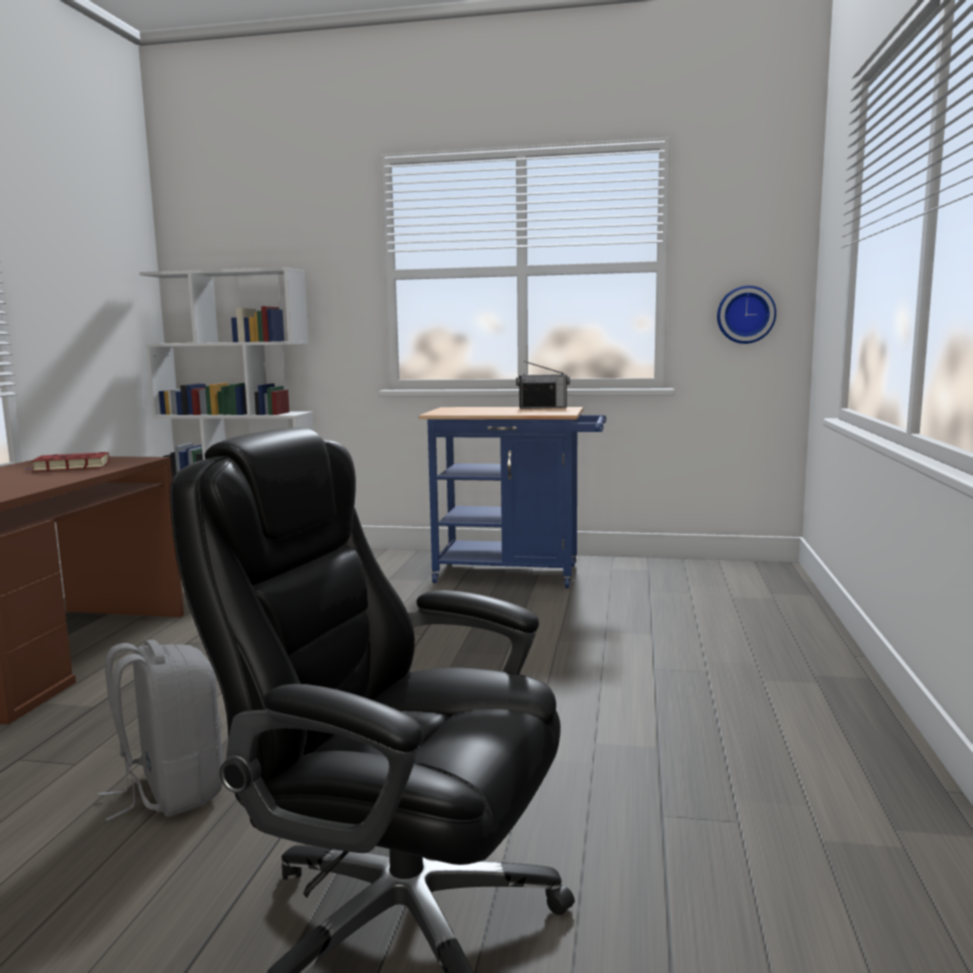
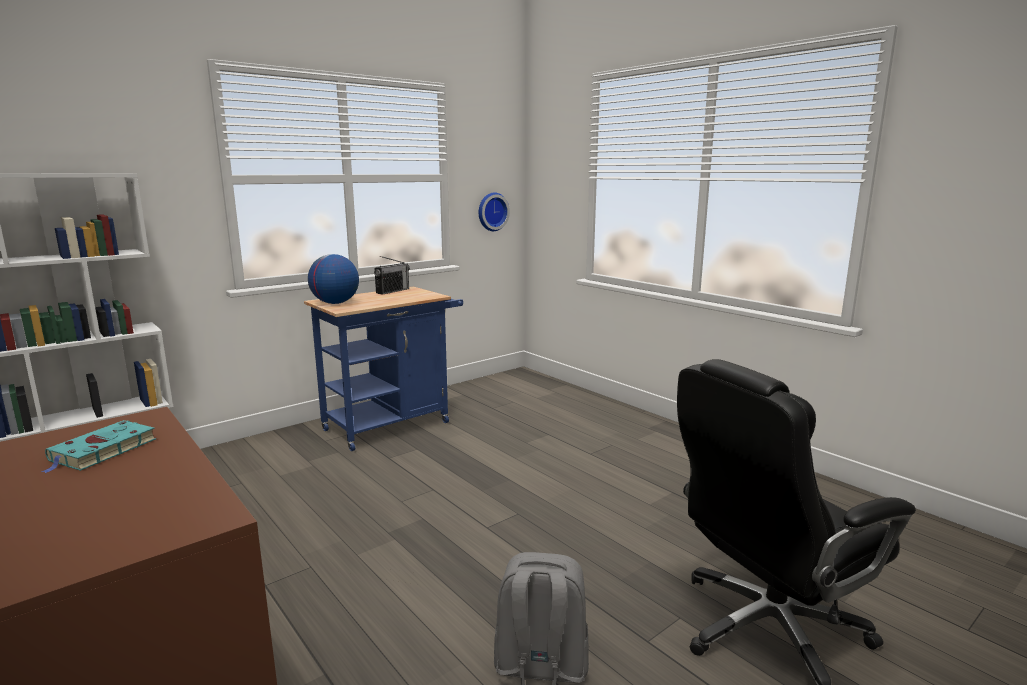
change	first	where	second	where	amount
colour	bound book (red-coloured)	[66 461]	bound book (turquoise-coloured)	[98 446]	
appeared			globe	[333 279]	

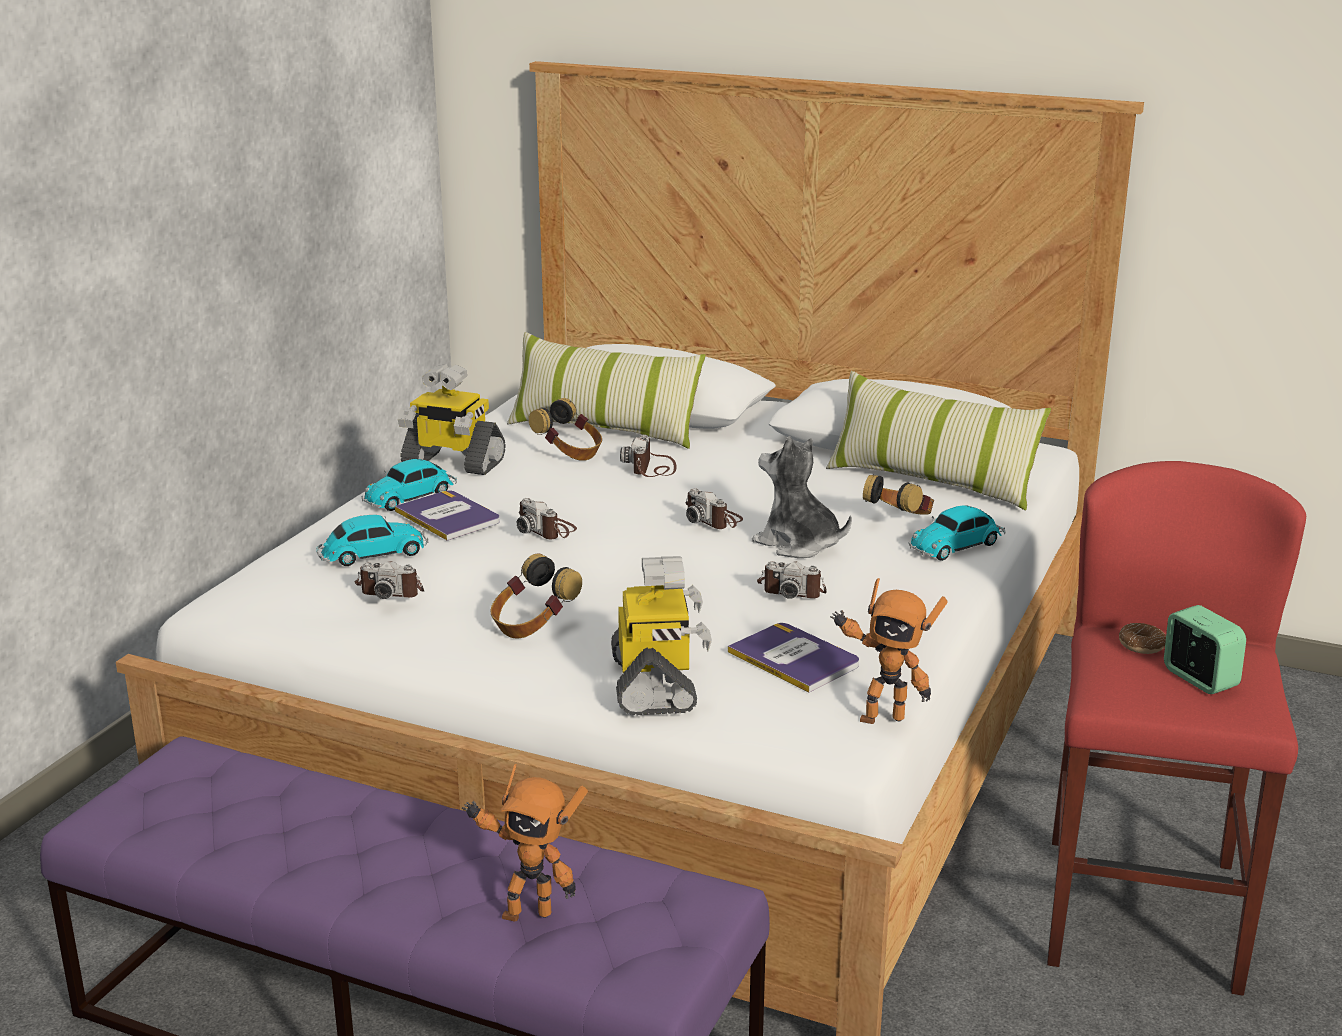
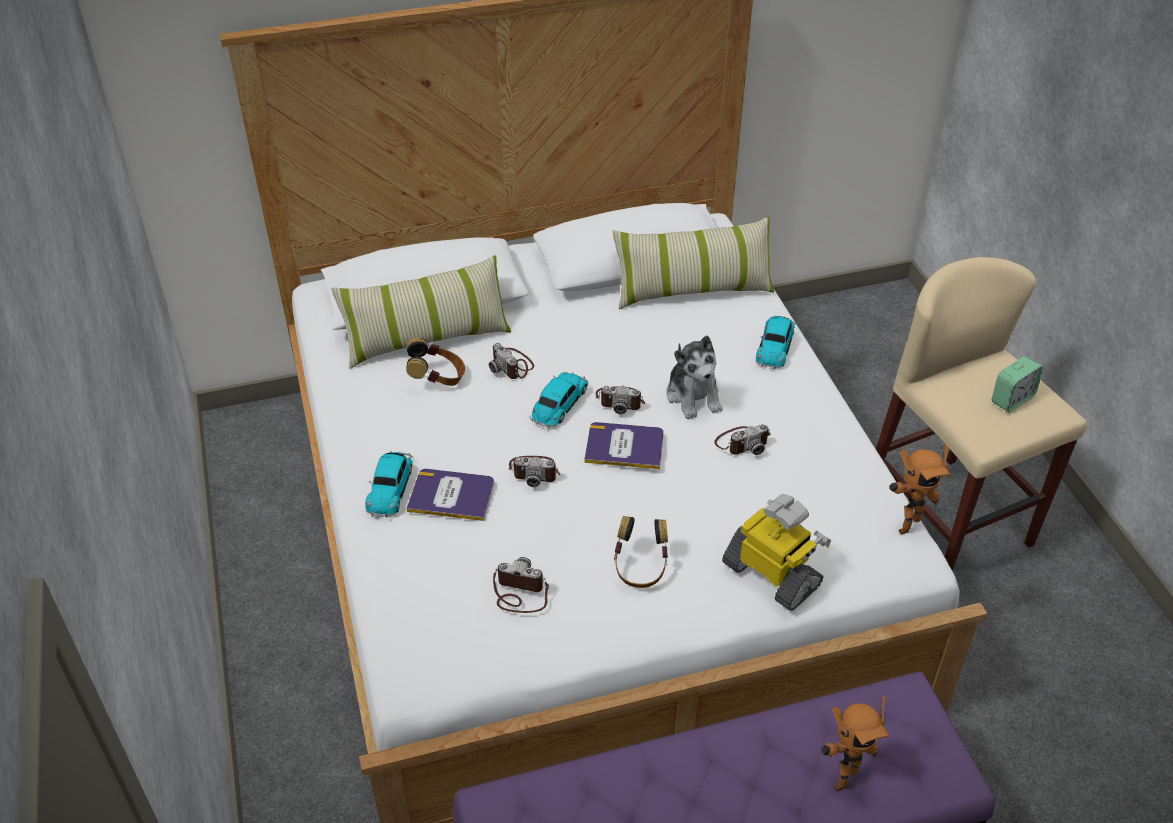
change	first	where	second	where	amount
missing	model robot	[451 419]			
spun	soft toy	[802 497]		[694 377]	105 degrees counterclockwise
colour	stool seat (red-coloured)	[1176 728]	stool seat (beige)	[981 414]	
missing	pair of headphones	[898 494]			
relocated	miniature car	[372 540]		[559 400]	
spun	photo camera	[389 580]		[521 585]	135 degrees counterclockwise
spun	alarm clock	[1205 649]		[1018 384]	120 degrees clockwise
relocated	bound book	[793 658]		[624 445]	
missing	donut	[1142 638]			

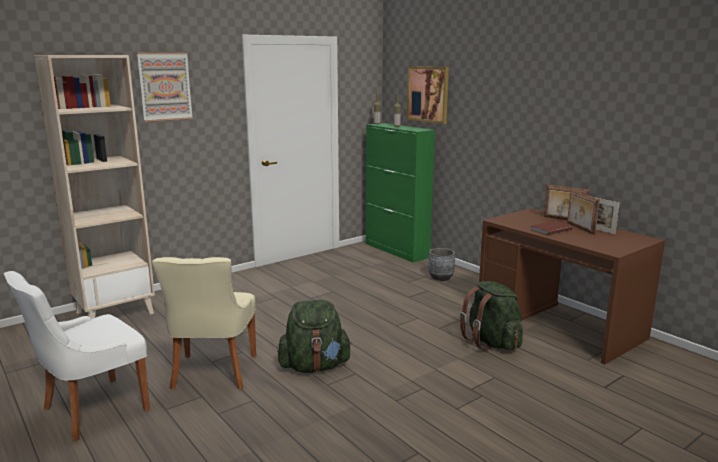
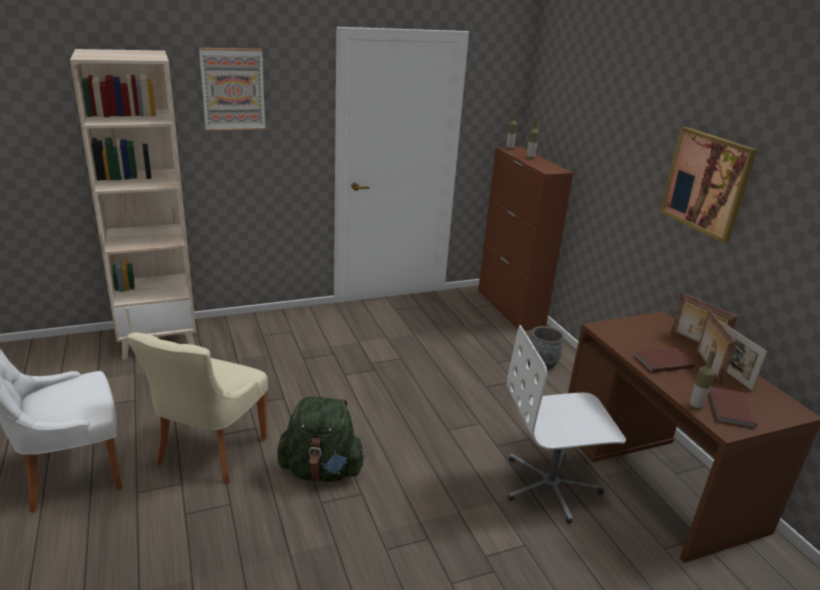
change	first	where	second	where	amount
relocated	picture	[428 95]		[708 185]	
colour	cabinet (green-coloured)	[400 193]	cabinet (brownish)	[525 239]	
exchanged	knapsack (green-coloured)	[491 316]	desk chair (whitish)	[566 424]	
appeared			drink bottle	[702 380]	
appeared			bound book (brownish)	[733 408]	

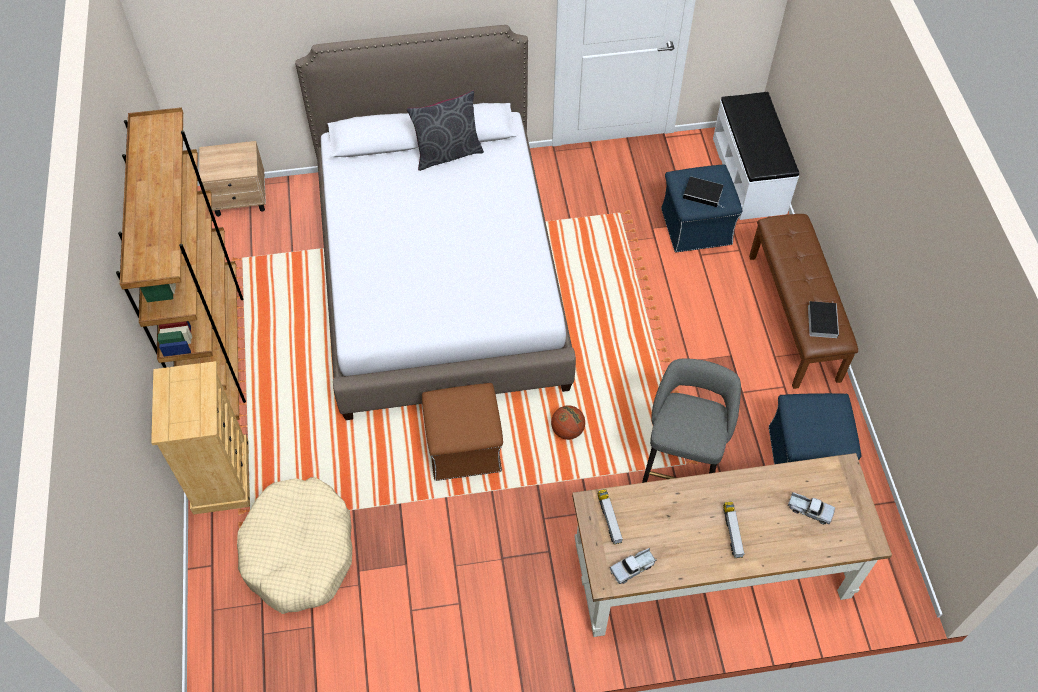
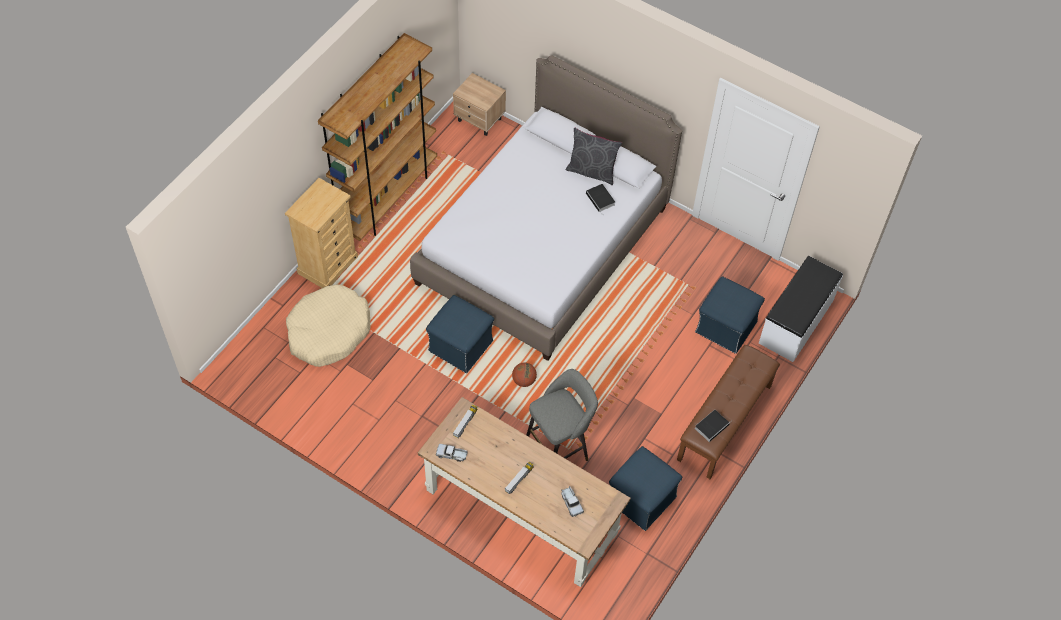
change	first	where	second	where	amount
relocated	bound book	[703 192]		[600 199]	
colour	pouffe (brownish)	[462 432]	pouffe (bluish)	[460 334]	

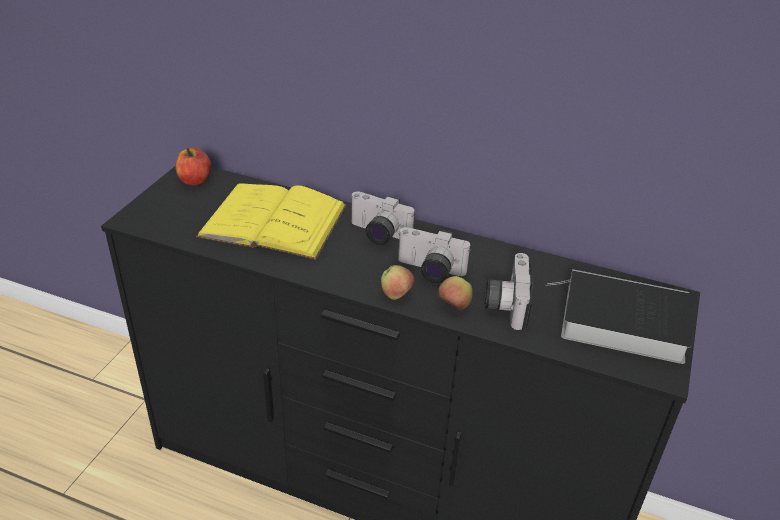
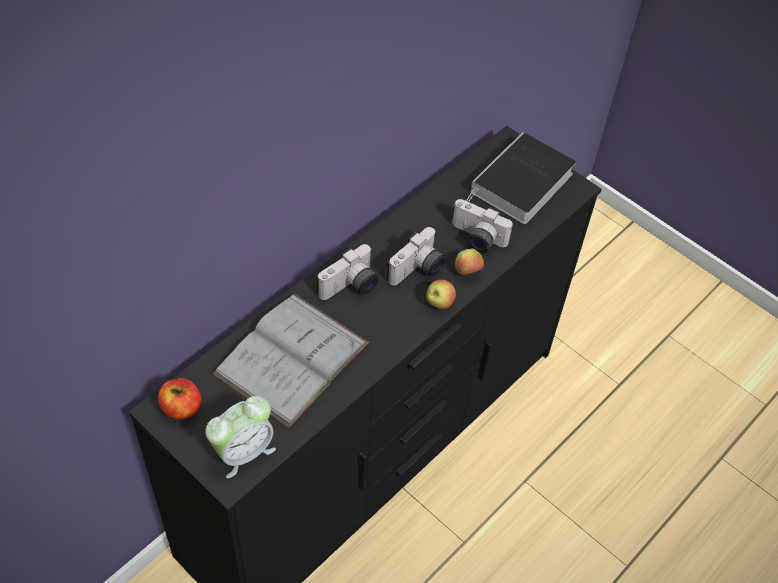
change	first	where	second	where	amount
colour	bound book (yellow-coloured)	[271 221]	bound book (gray)	[291 361]	
appeared			alarm clock	[240 437]	

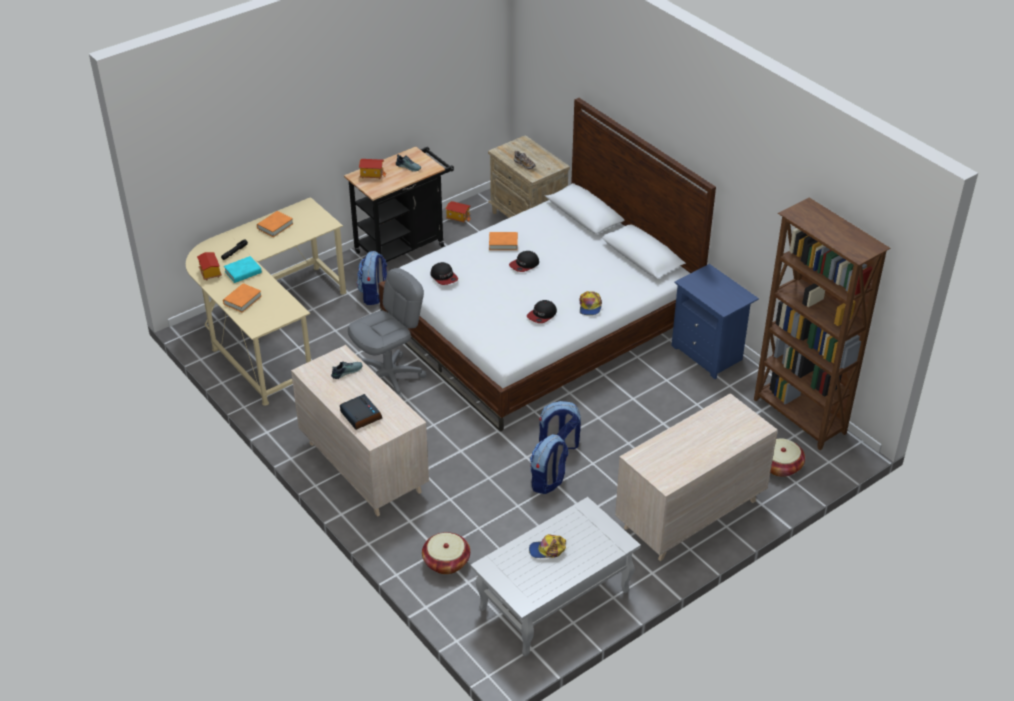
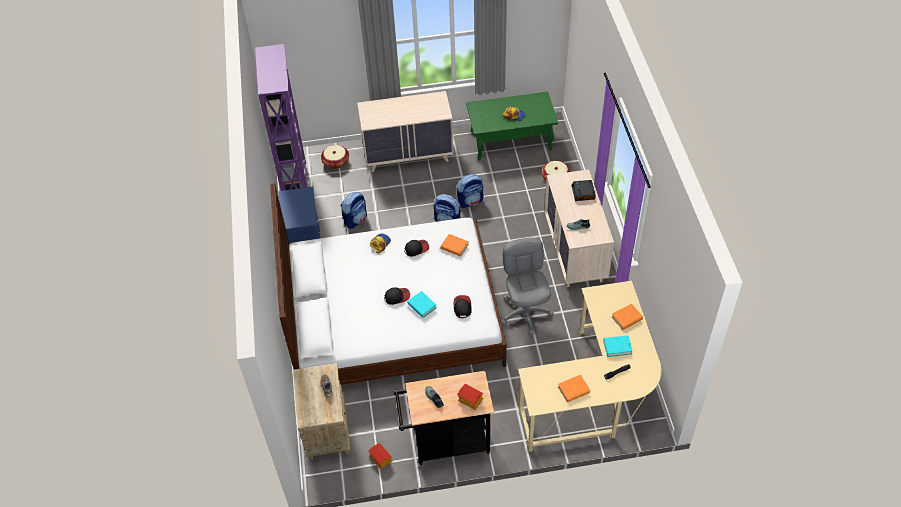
change	first	where	second	where	amount
colour	shelving unit (brownish)	[822 324]	shelving unit (purple)	[281 117]	
relocated	bound book (orange-coloured)	[503 241]		[455 245]	
relocated	knapsack	[372 278]		[354 210]	
missing	model house	[209 266]			
spun	desk chair (gray)	[387 333]		[527 286]	90 degrees clockwise
colour	low table (whitish)	[556 576]	low table (green-coloured)	[512 125]	
appeared			bound book (turquoise-coloured)	[421 304]	

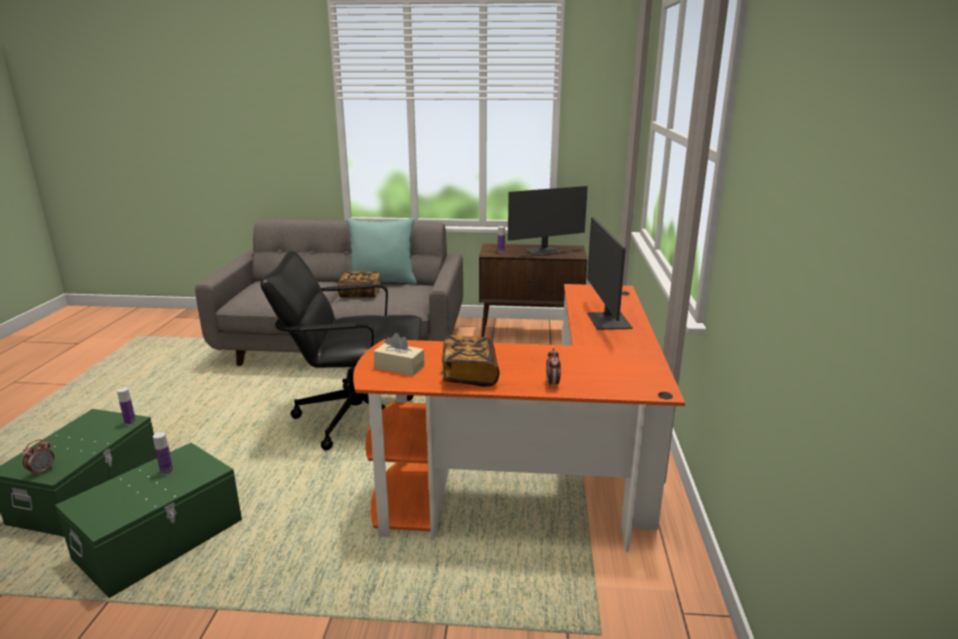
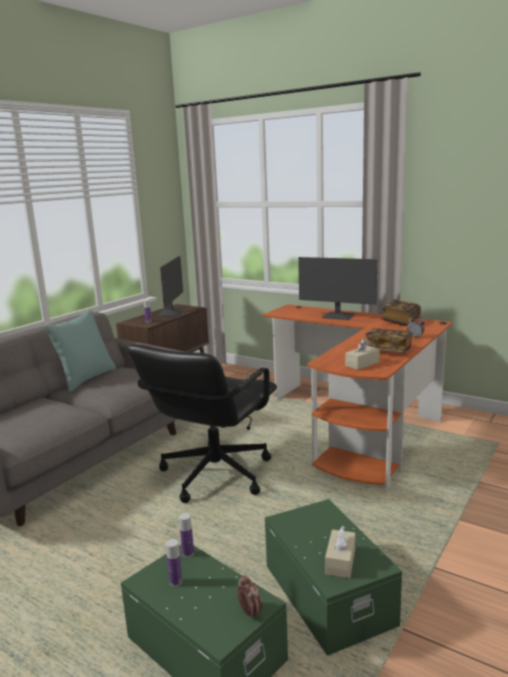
change	first	where	second	where	amount
relocated	bound book	[359 285]		[401 313]	
relocated	drink bottle	[163 453]		[174 562]	
appeared			box of tissues (beige)	[340 552]	

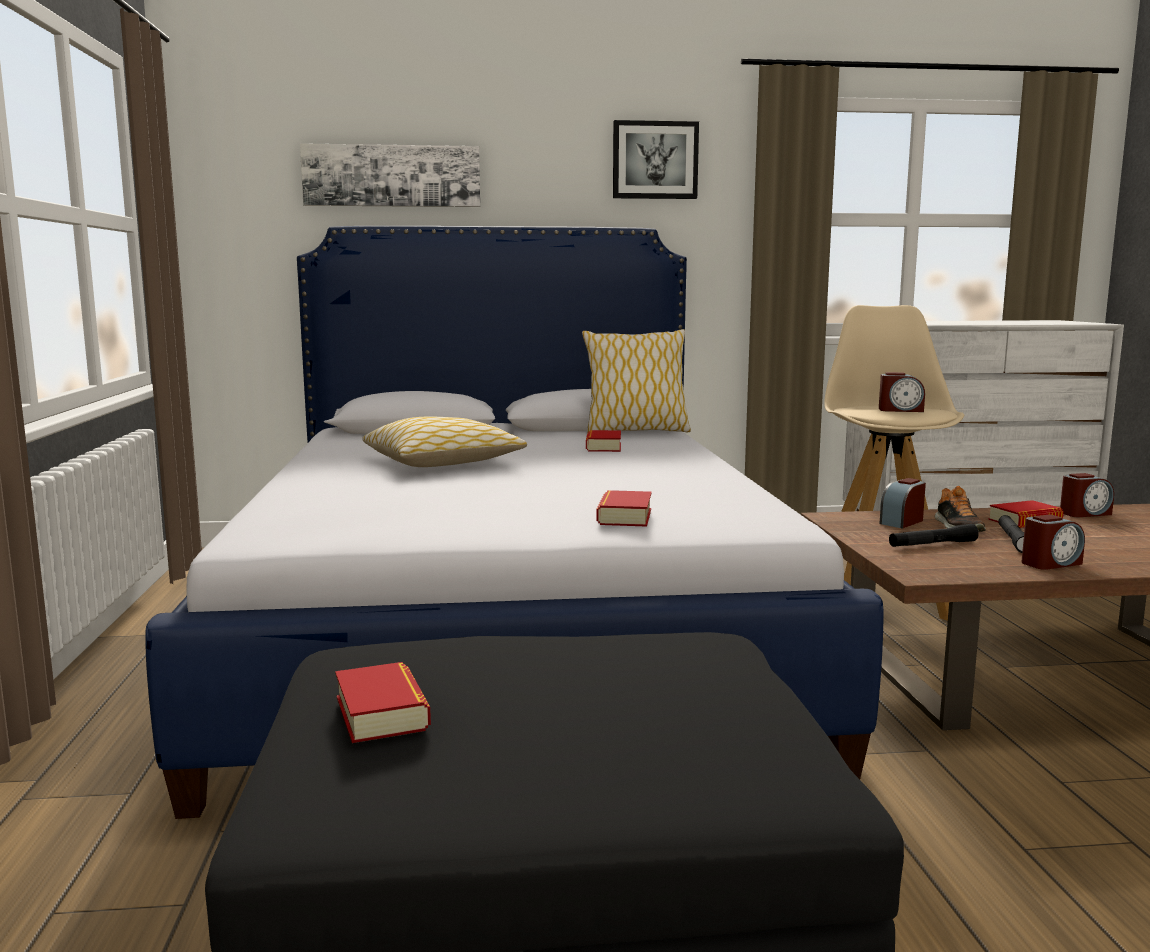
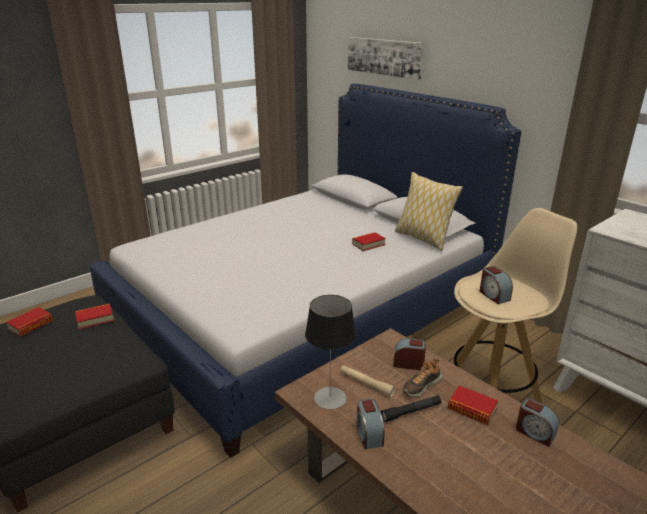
change	first	where	second	where	amount
missing	picture	[656 159]			
missing	throw pillow	[444 442]			
relocated	bound book	[624 508]		[94 316]	
spun	alarm clock	[1053 542]		[371 424]	45 degrees clockwise
colour	torch (black-coloured)	[934 535]	torch (beige)	[367 381]	
appeared			tabletop lamp	[330 352]	

